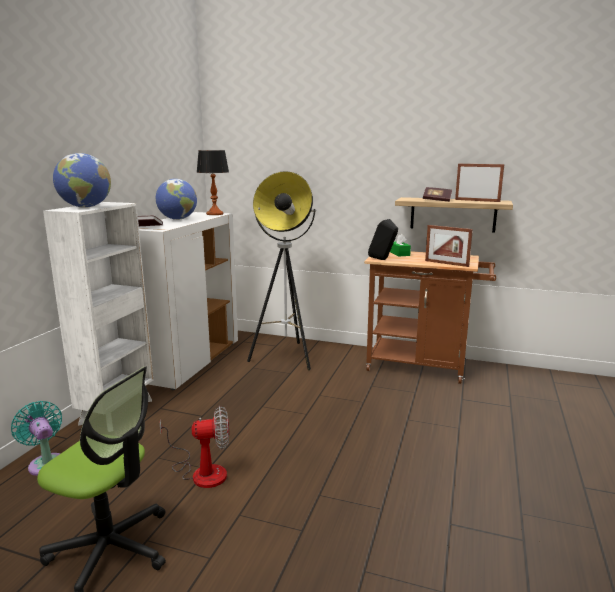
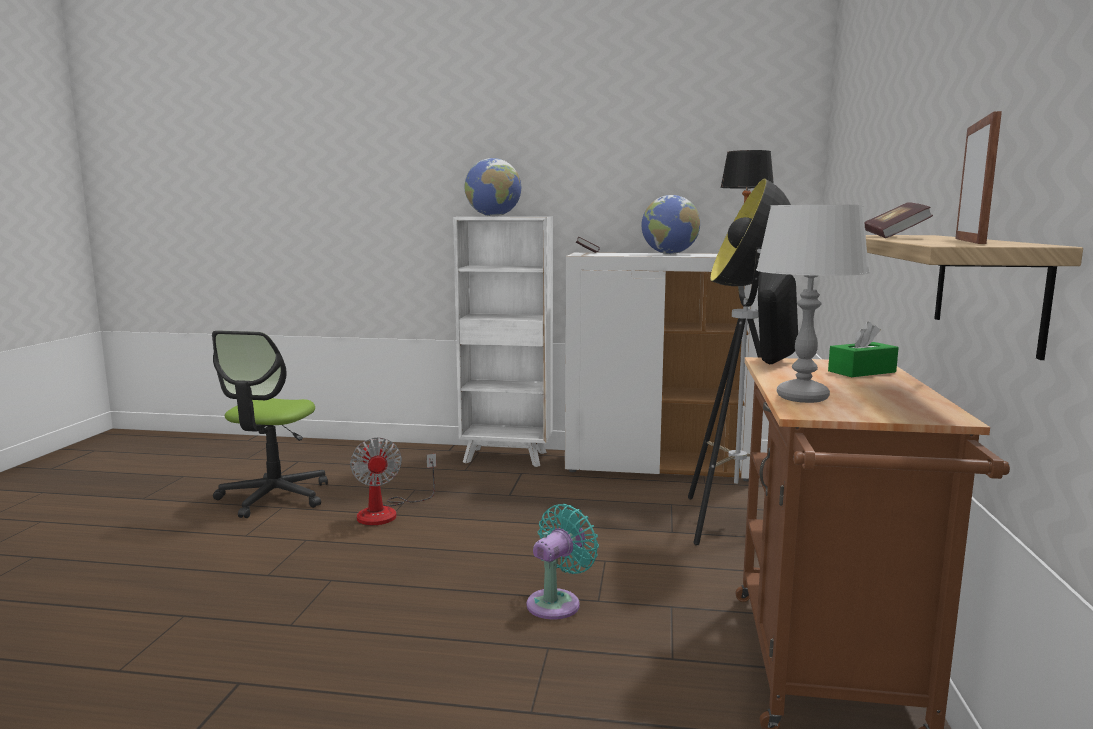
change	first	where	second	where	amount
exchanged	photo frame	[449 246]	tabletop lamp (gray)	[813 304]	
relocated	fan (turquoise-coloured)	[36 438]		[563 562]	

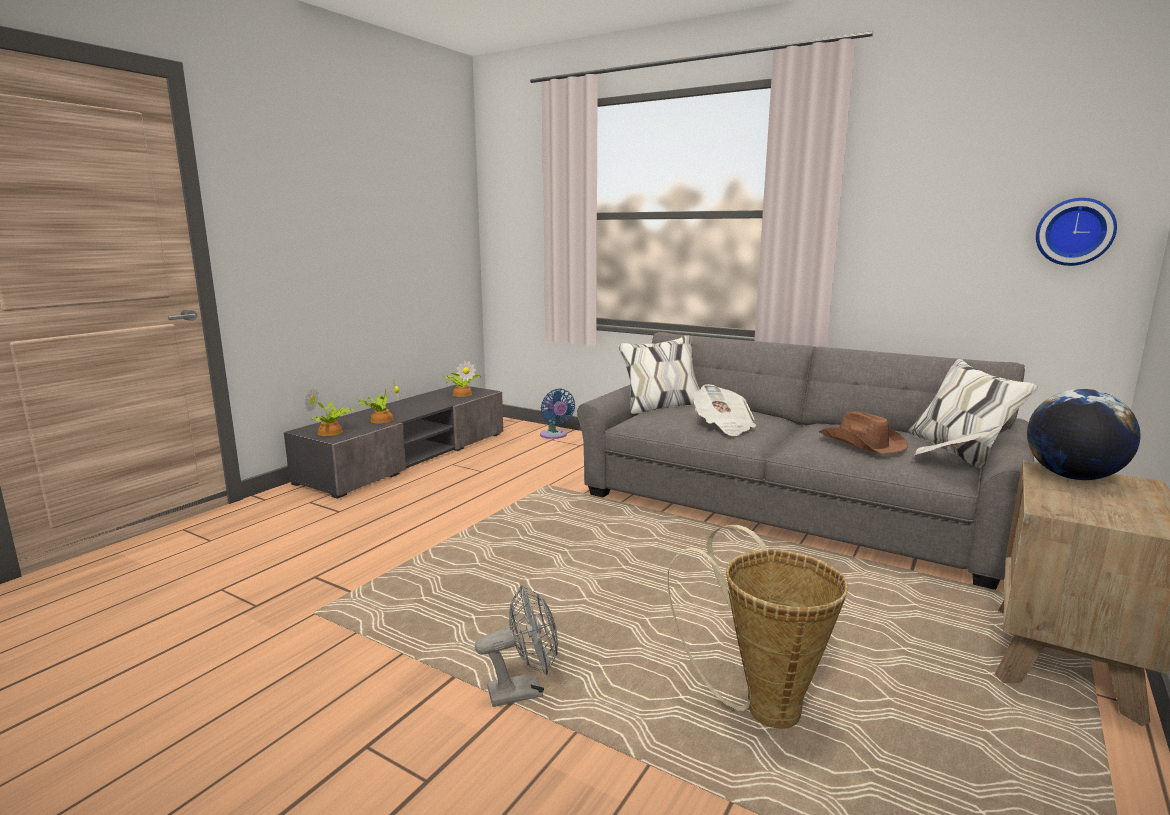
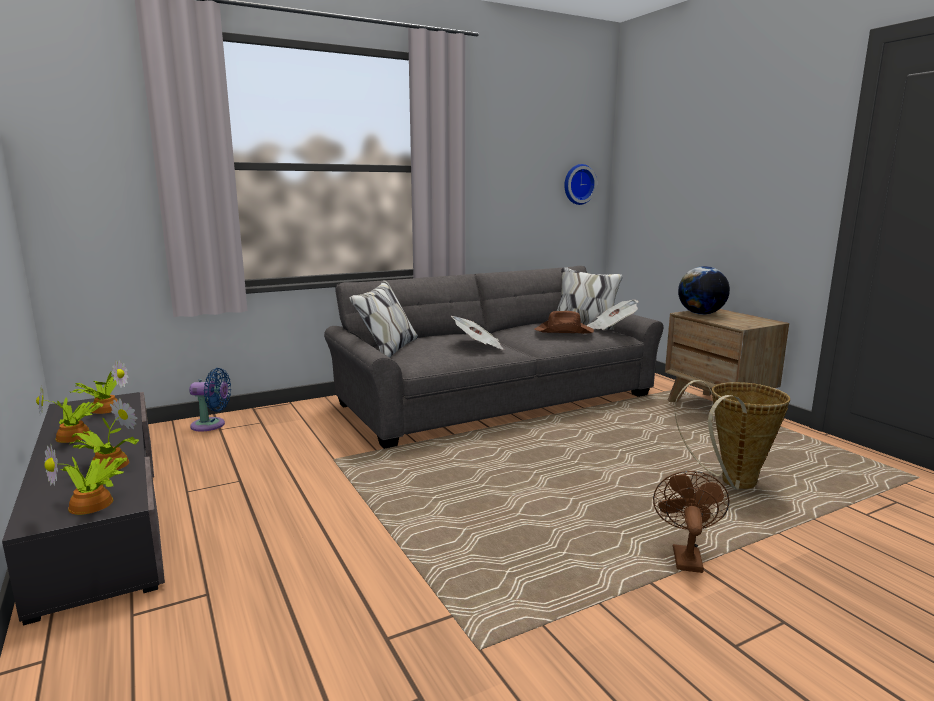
change	first	where	second	where	amount
colour	fan (gray)	[516 646]	fan (brownish)	[691 522]	
appeared			plant in a pot	[70 414]	

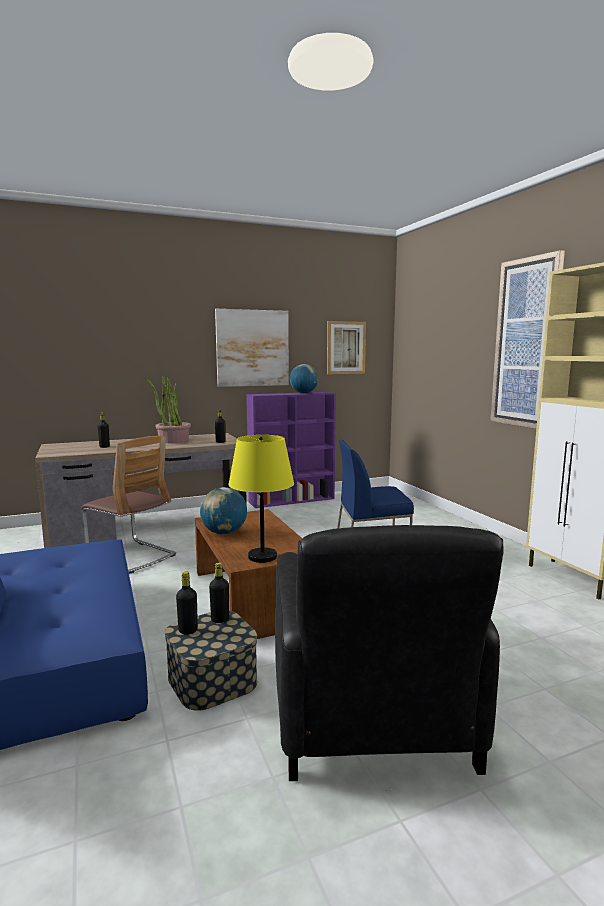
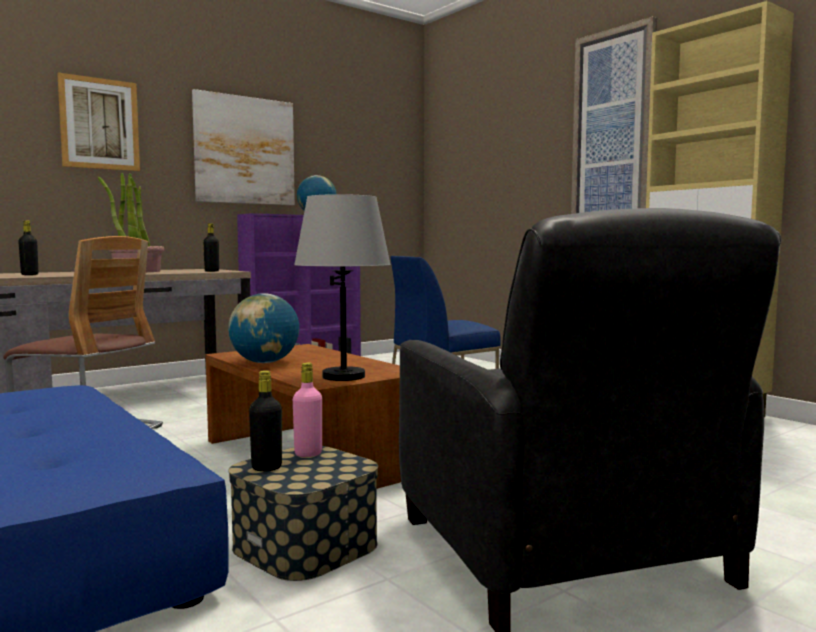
change	first	where	second	where	amount
relocated	picture	[346 347]		[98 121]	
colour	tabletop lamp (yellow-coloured)	[261 499]	tabletop lamp (gray)	[342 287]	
colour	drink bottle (black-coloured)	[219 593]	drink bottle (pinkish)	[307 410]	

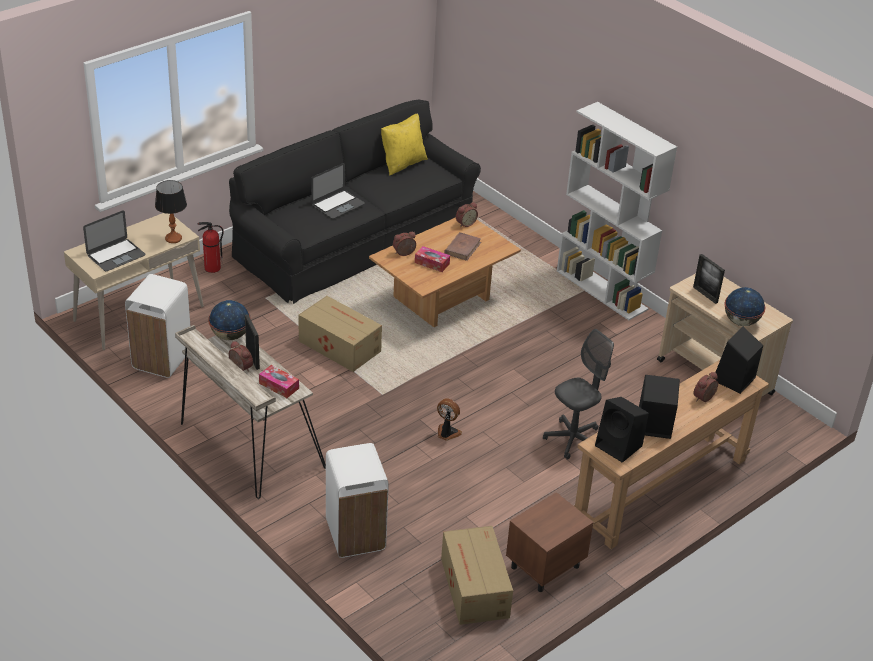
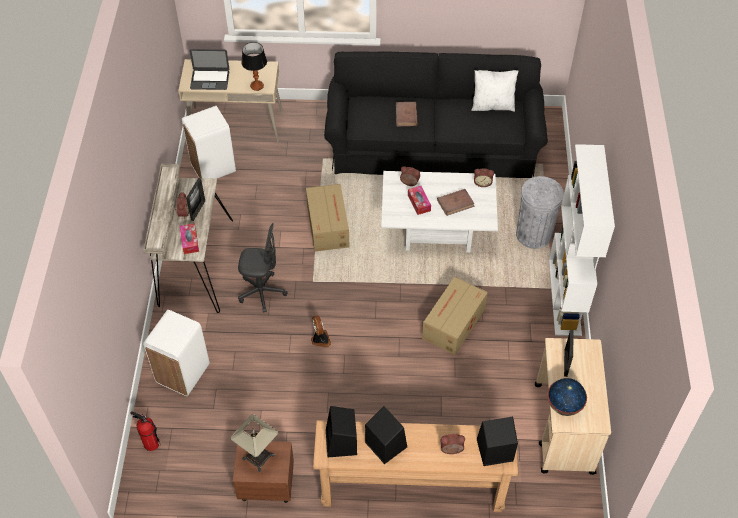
change	first	where	second	where	amount
colour	throw pillow (yellow-coloured)	[404 144]	throw pillow (whitish)	[494 91]	
exchanged	notebook computer	[338 191]	bound book (brownish)	[407 114]	
colour	low table (brownish)	[445 272]	low table (whitish)	[439 211]	
relocated	extinguisher	[210 247]		[145 431]	
missing	globe	[229 320]			
relocated	desk chair (gray)	[578 394]		[263 268]	
relocated	packing box	[477 575]		[455 315]	
appeared			rubbish bin (gray)	[540 212]	
appeared			tabletop lamp	[254 443]	

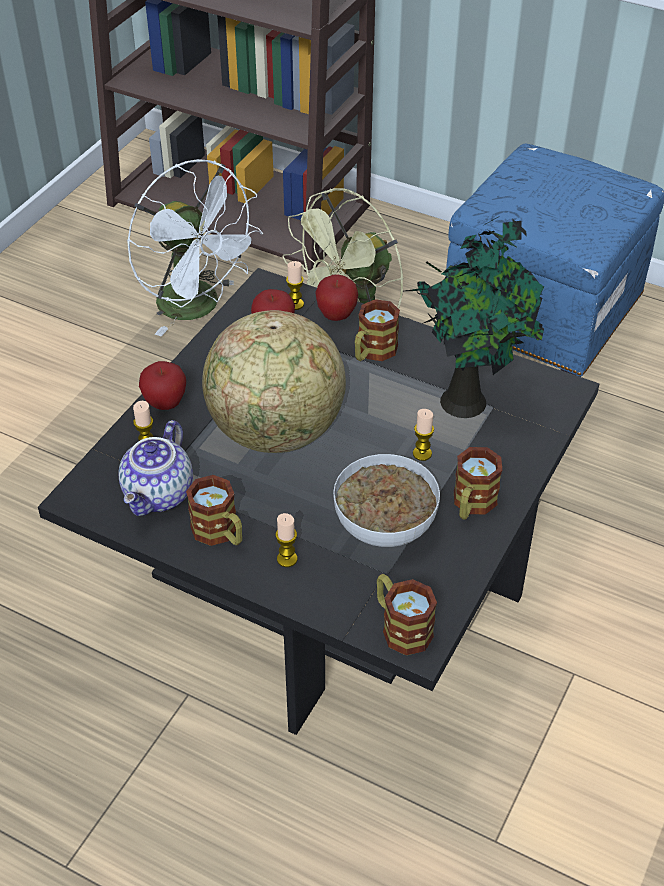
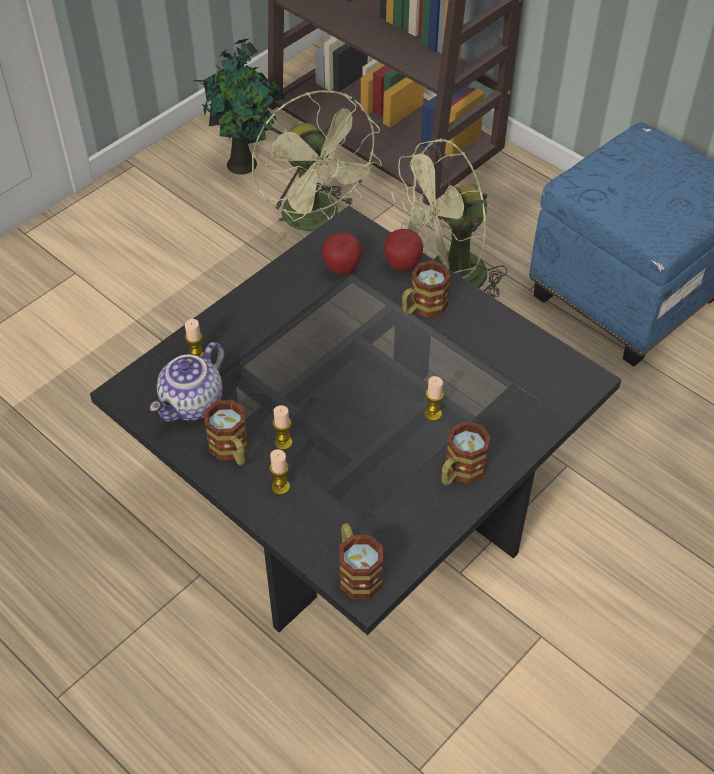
change	first	where	second	where	amount
colour	fan (whitish)	[195 247]	fan (green-coloured)	[317 166]	
relocated	plant in a pot	[475 317]		[239 107]	
relocated	wax candle	[295 285]		[283 427]	
missing	globe	[274 381]			
missing	apple	[162 385]			
missing	serving bowl	[386 500]			

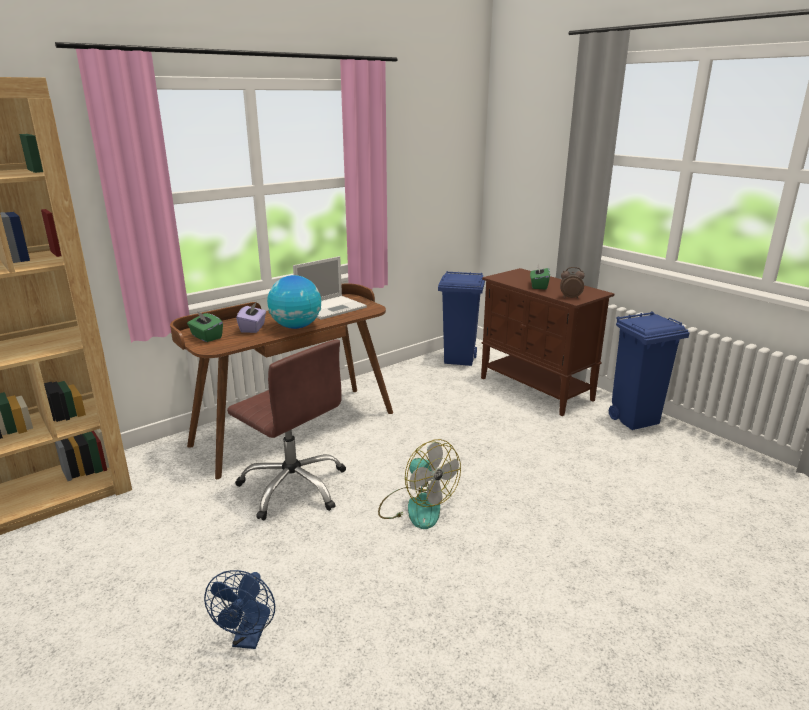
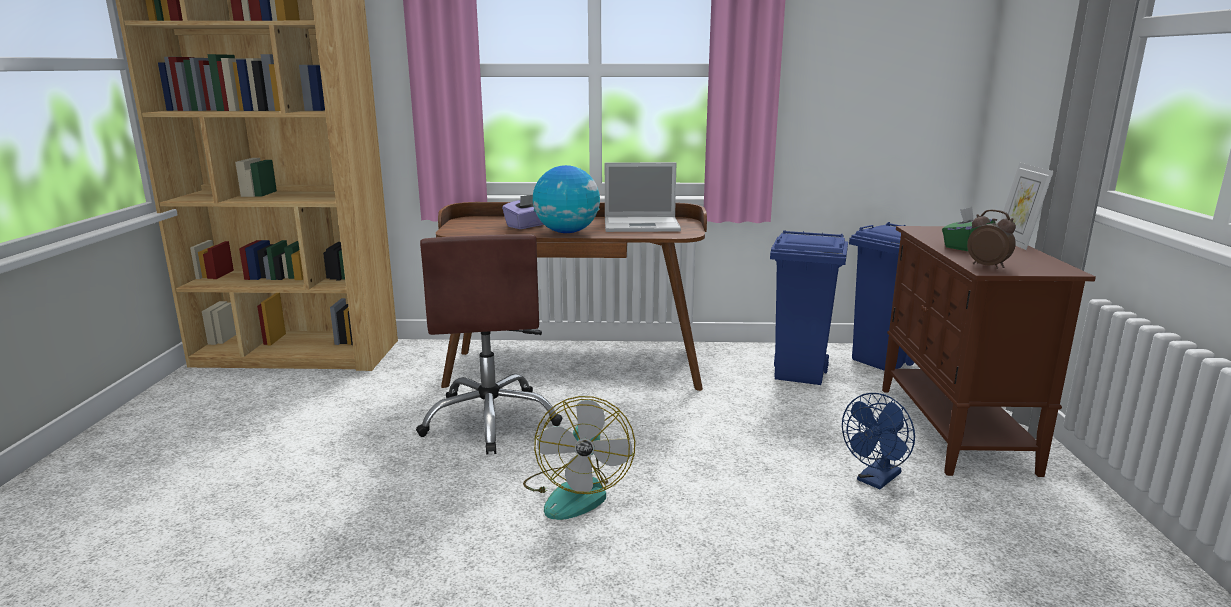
change	first	where	second	where	amount
missing	box of tissues (green-coloured)	[205 326]			
relocated	rubbish bin (bluish)	[649 370]		[809 307]	
relocated	fan (bluish)	[239 609]		[878 441]	
appeared			photo frame	[1027 206]	

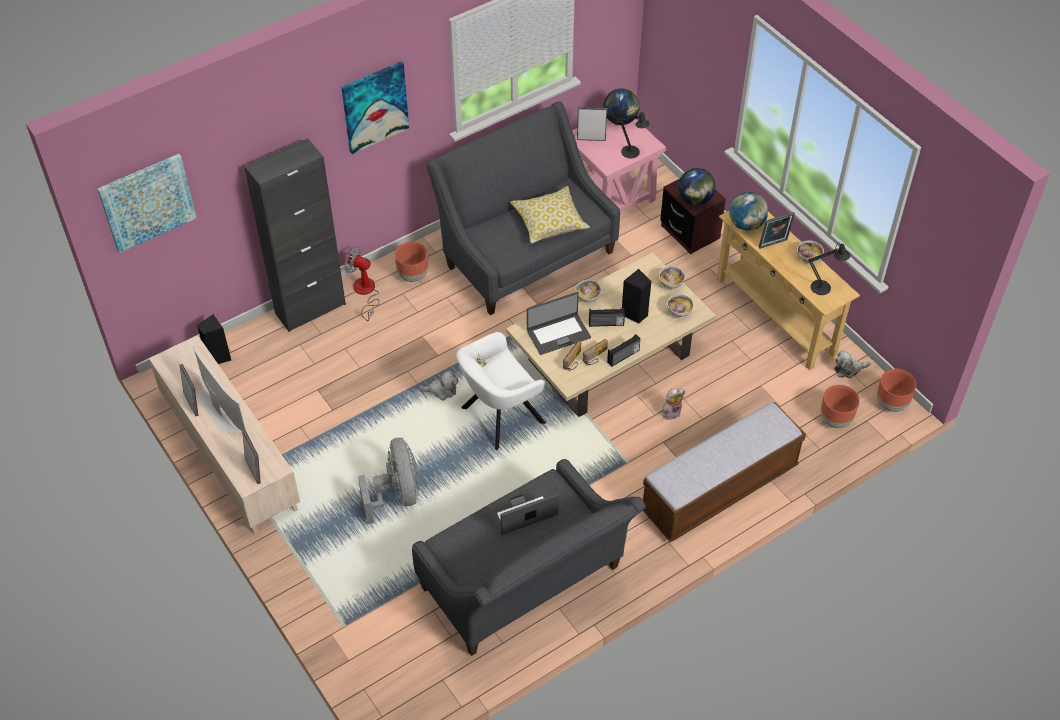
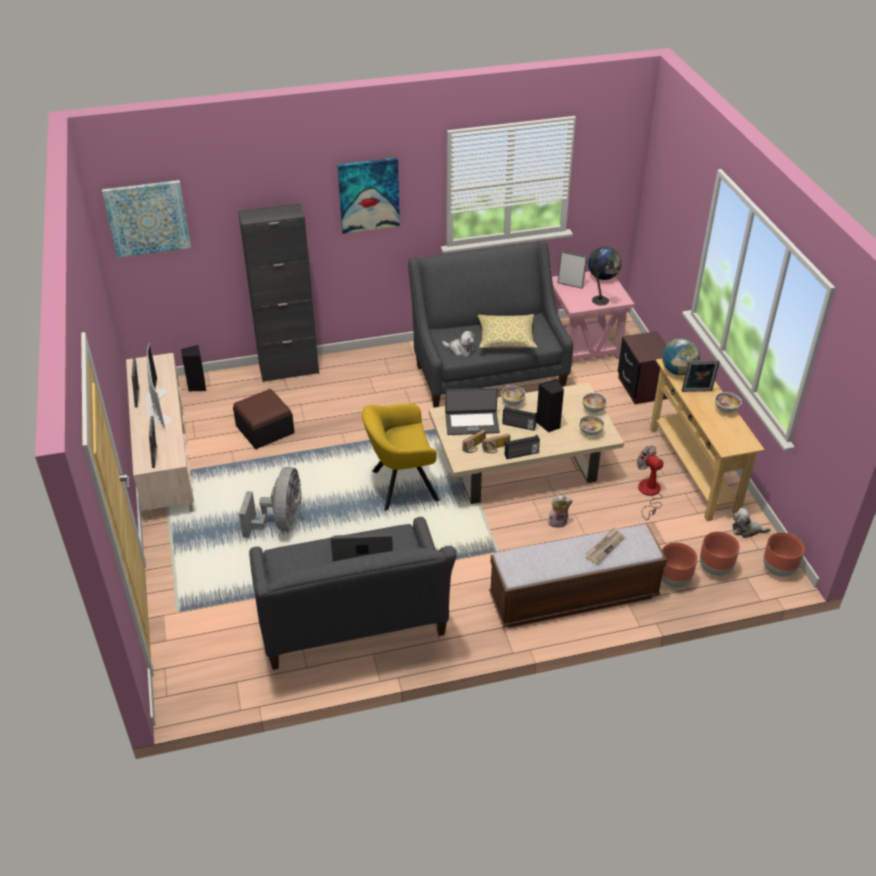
change	first	where	second	where	amount
missing	globe	[697 187]			
relocated	flower pot (brownish)	[411 262]		[679 565]	
missing	tabletop lamp (black-coloured)	[829 268]			
relocated	fan	[361 284]		[650 483]	
colour	easy chair (whitish)	[501 391]	easy chair (yellow-coloured)	[401 457]	
relocated	soft toy	[438 385]		[458 344]	
appeared			pouffe	[264 419]	
appeared			daily paper	[605 546]	

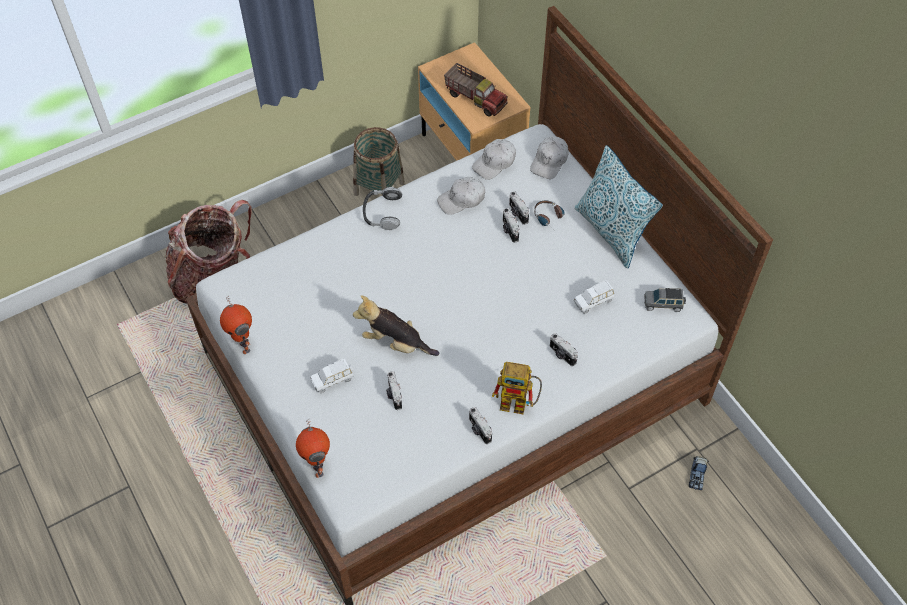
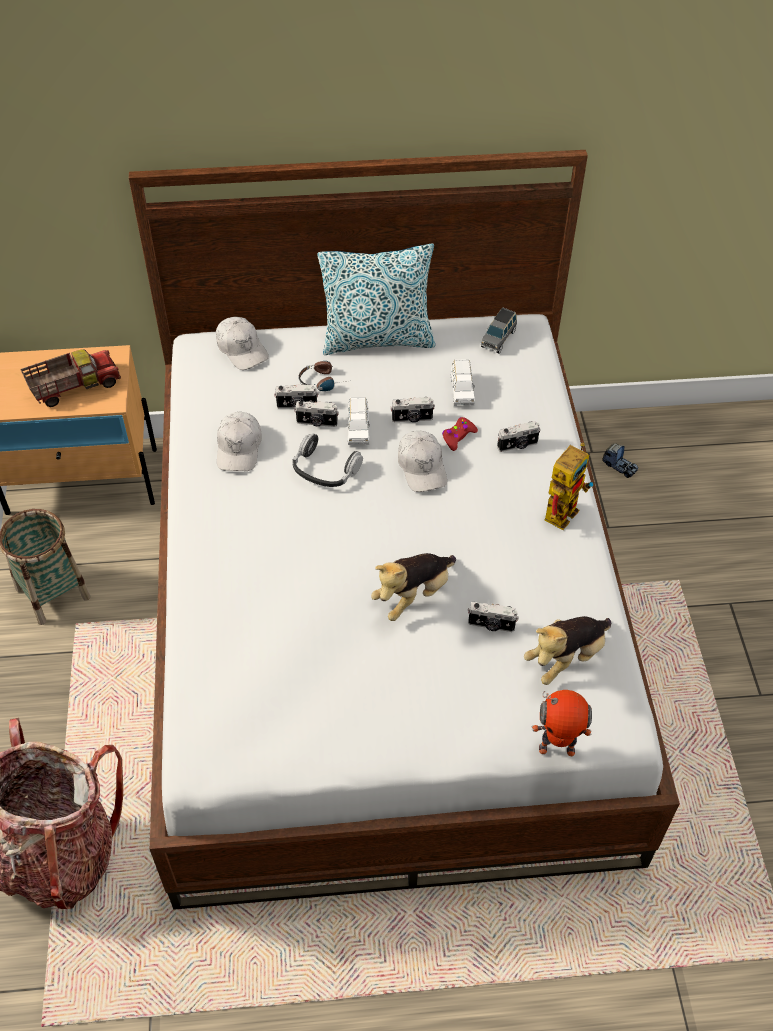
change	first	where	second	where	amount
relocated	baseball cap (whitish)	[494 159]		[422 461]	
relocated	pair of headphones	[382 208]		[327 460]	
missing	model robot	[236 325]			
relocated	miniature car (whitish)	[332 376]		[358 421]	
relocated	photo camera	[480 425]		[412 409]	
appeared			game controller (red-coloured)	[460 434]	
appeared			soft toy	[568 650]	

